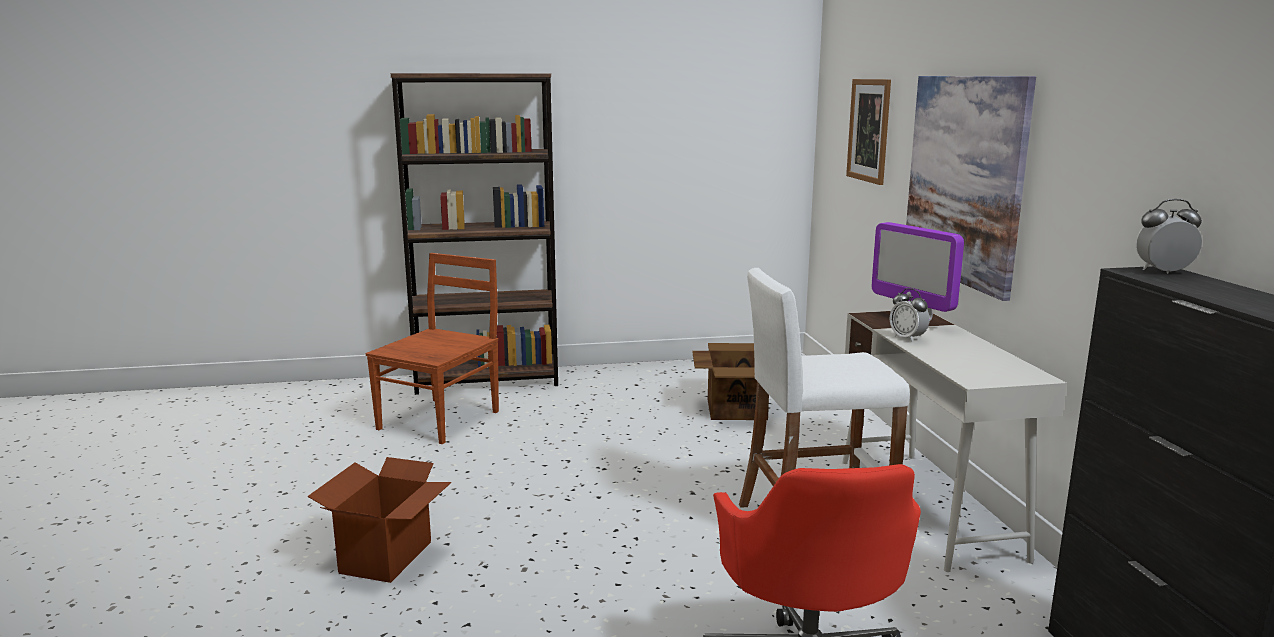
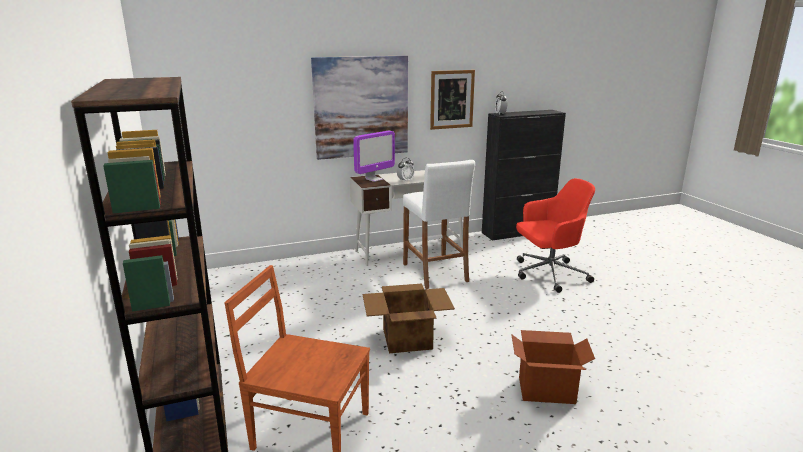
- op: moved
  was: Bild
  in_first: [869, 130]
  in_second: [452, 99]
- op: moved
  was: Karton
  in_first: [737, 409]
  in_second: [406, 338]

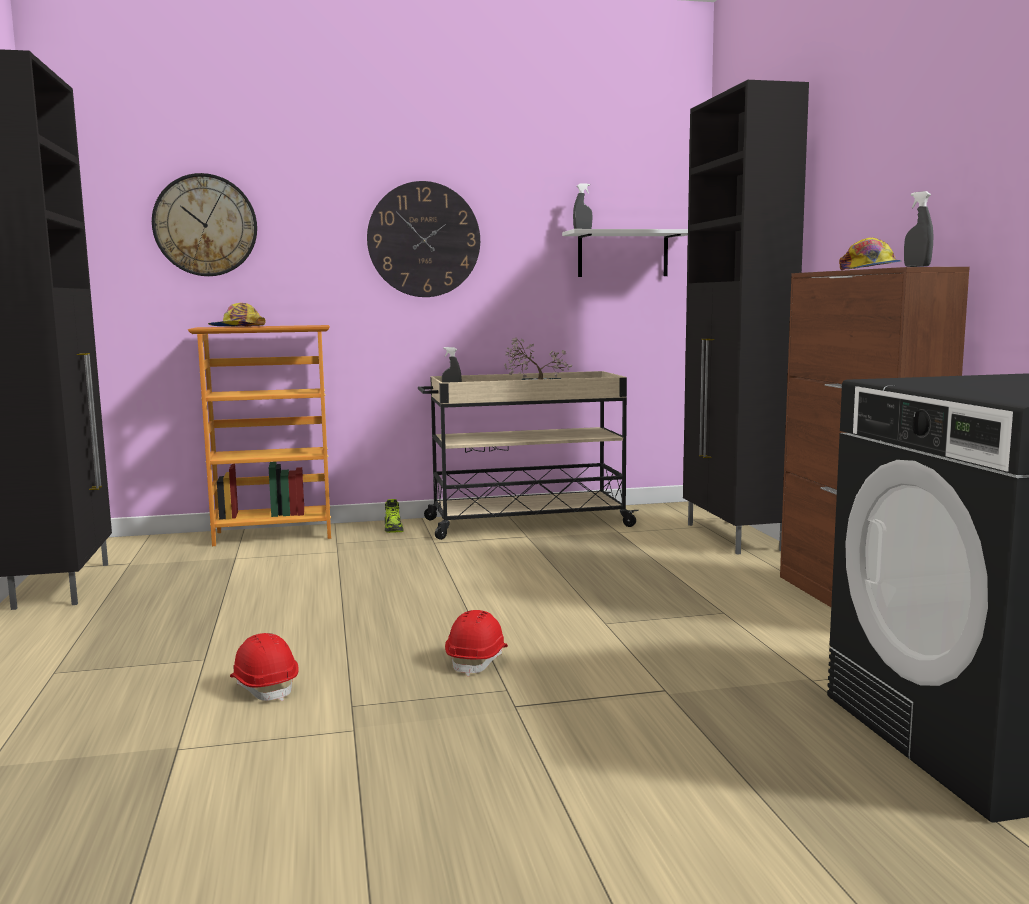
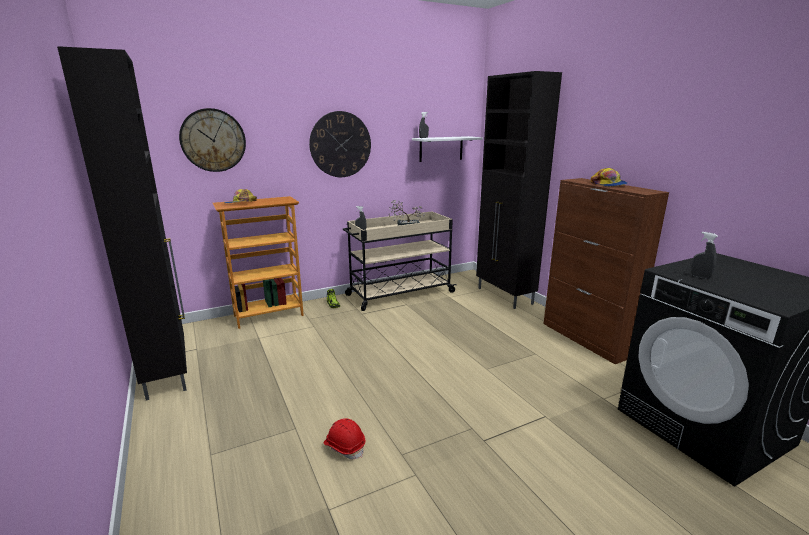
- op: moved
  was: Sprühflasche/grau
  in_first: [917, 266]
  in_second: [700, 277]
- op: removed
  was: Schutzhelm/rot
  in_first: [478, 660]

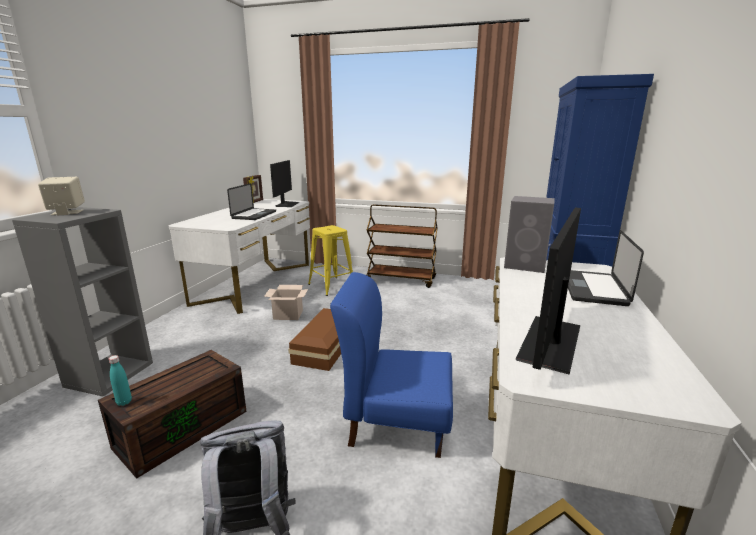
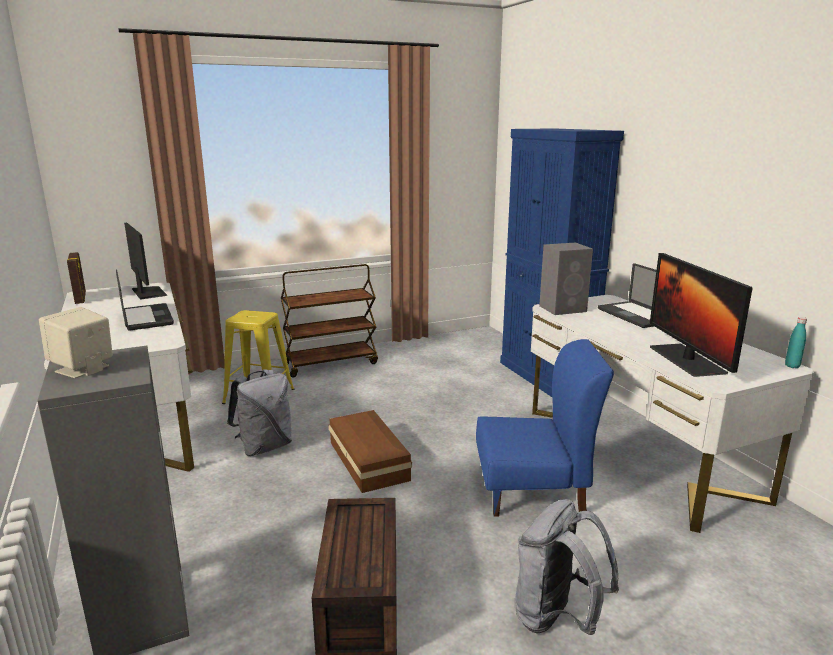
- op: turned
  was: Stuhl/blau
  in_first: [396, 422]
  in_second: [532, 492]
  clockwise: -150
- op: replaced
  was: Karton
  now: Rucksack/grau
  in_first: [289, 315]
  in_second: [264, 447]
- op: moved
  was: Flasche/türkis
  in_first: [124, 402]
  in_second: [792, 366]

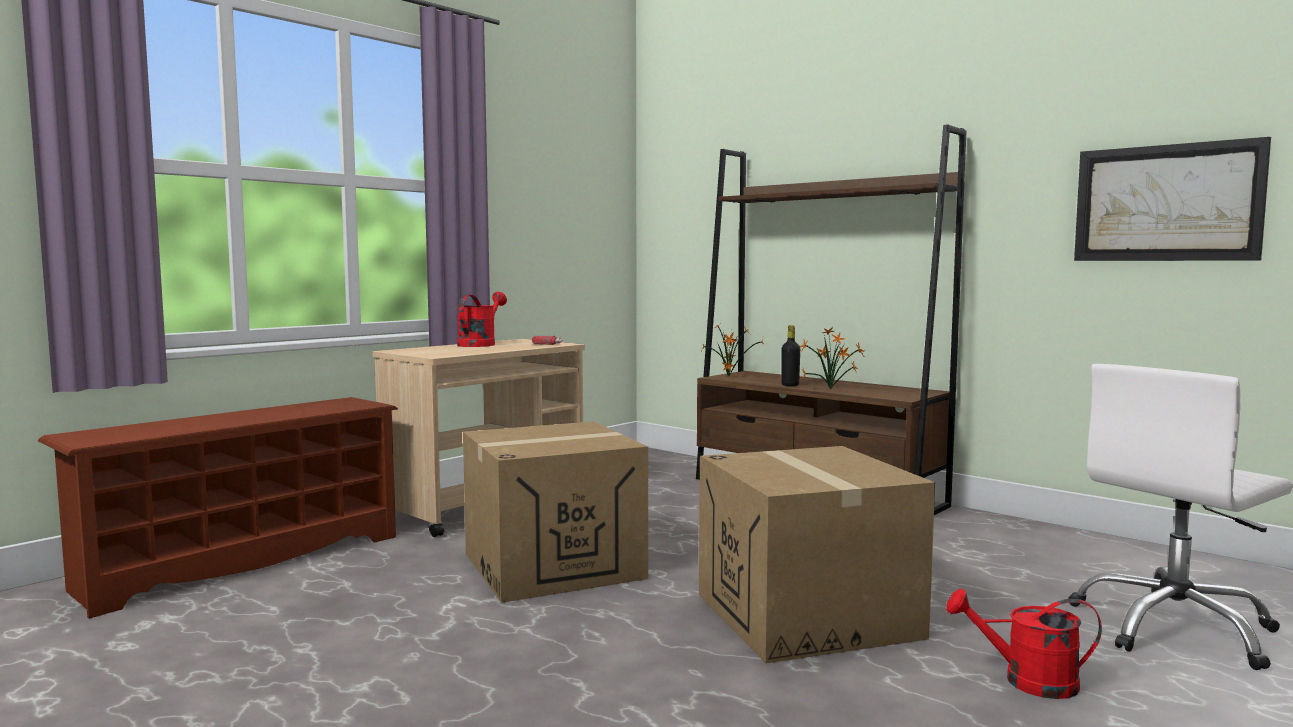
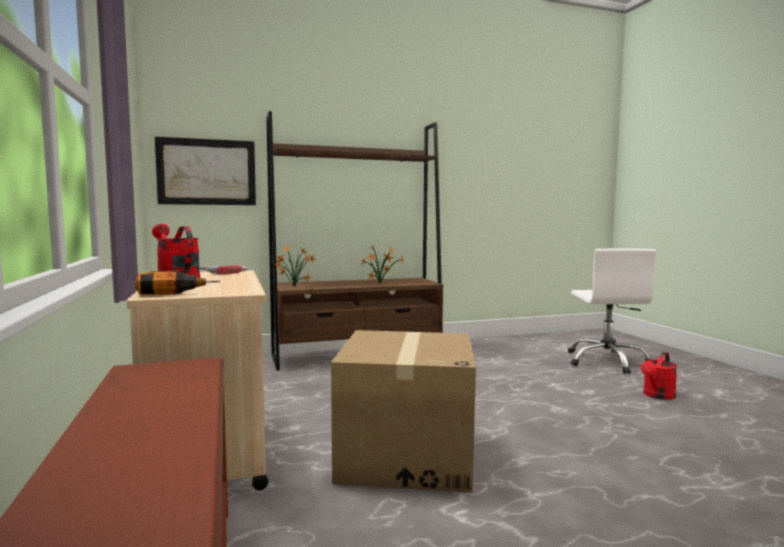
- op: moved
  was: Bild
  in_first: [1166, 203]
  in_second: [207, 172]
- op: removed
  was: Flasche/schwarz
  in_first: [790, 385]
- op: removed
  was: Karton
  in_first: [807, 615]
- op: added
  now: Bohrmaschine
  in_second: [175, 290]

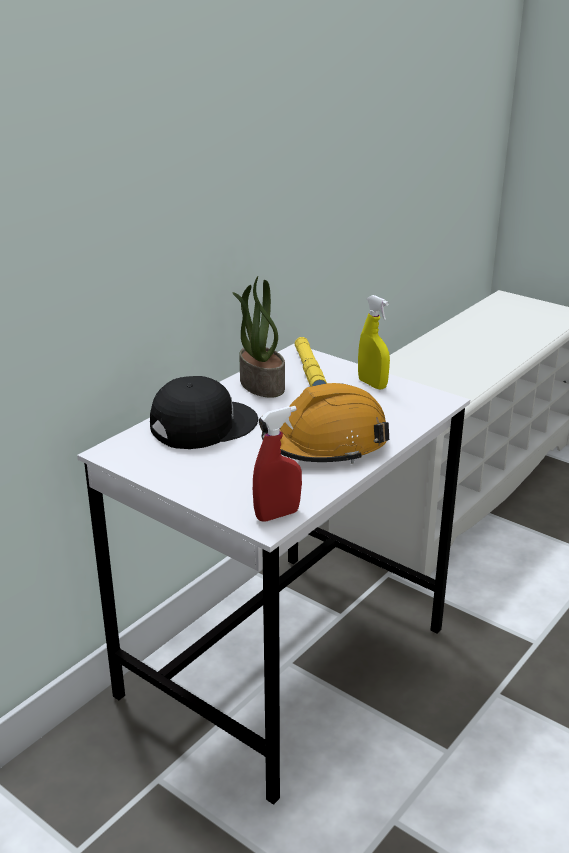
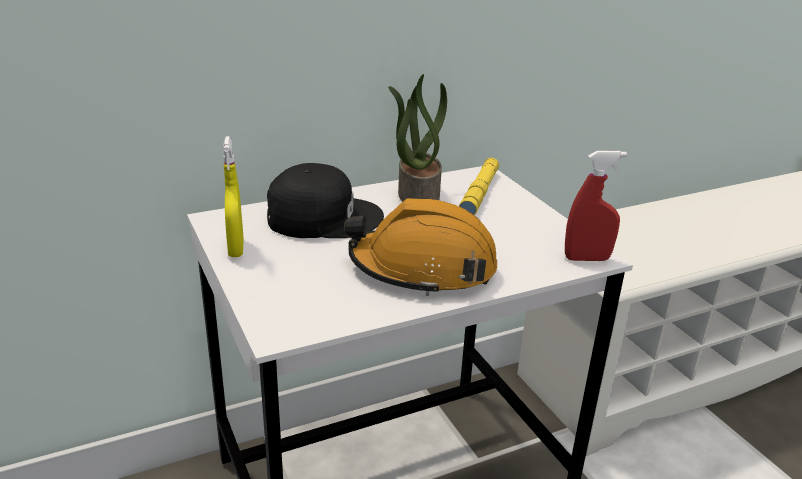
- op: moved
  was: Sprühflasche/gelb
  in_first: [372, 384]
  in_second: [236, 249]
- op: moved
  was: Sprühflasche/rot
  in_first: [277, 515]
  in_second: [587, 258]

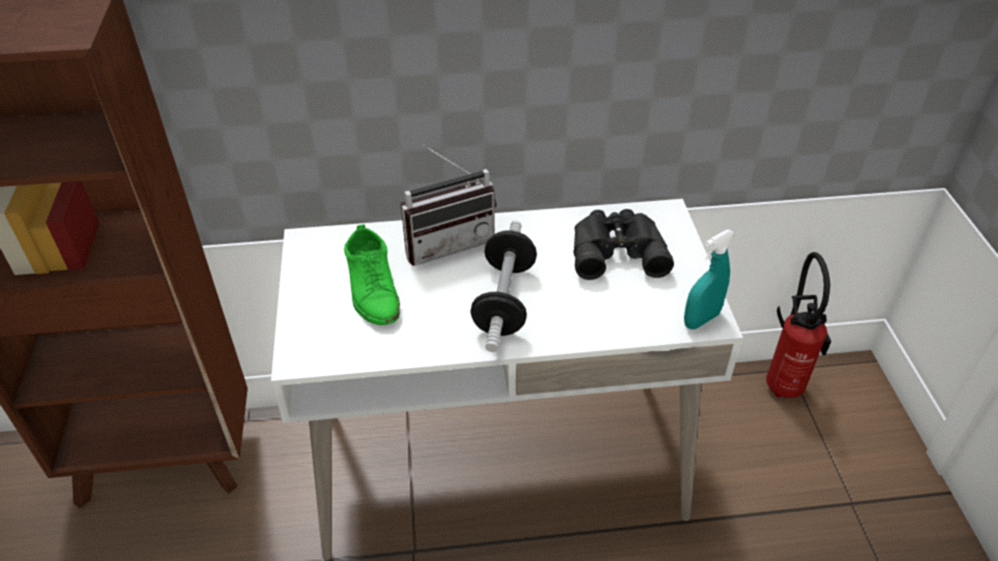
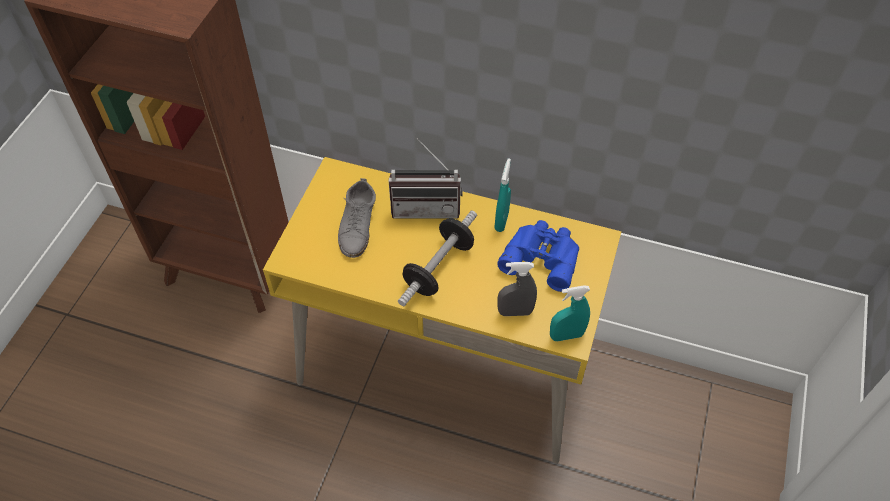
- op: recoloured
  was: Schreibtisch/weiß
  now: Schreibtisch/gelb
  in_first: [499, 462]
  in_second: [445, 364]
- op: recoloured
  was: Fernglas/schwarz
  now: Fernglas/blau
  in_first: [616, 249]
  in_second: [542, 256]
- op: recoloured
  was: Schuh/grün
  now: Schuh/grau
  in_first: [373, 288]
  in_second: [357, 225]
- op: removed
  was: Feuerlöscher
  in_first: [784, 382]
- op: added
  now: Sprühflasche/türkis
  in_second: [501, 221]
- op: added
  now: Sprühflasche/grau
  in_second: [515, 312]

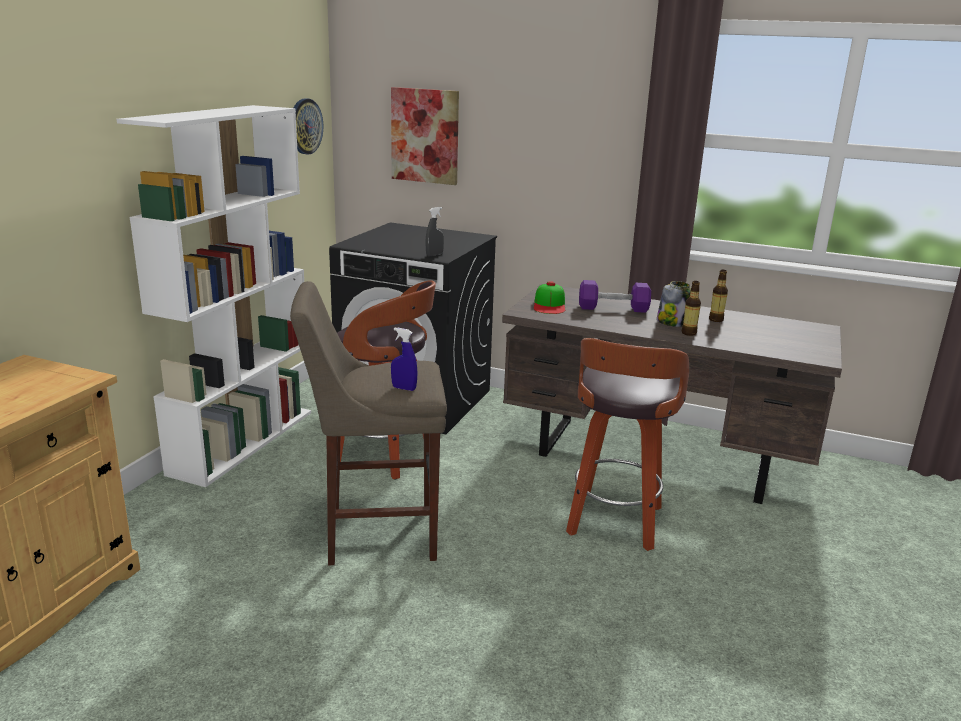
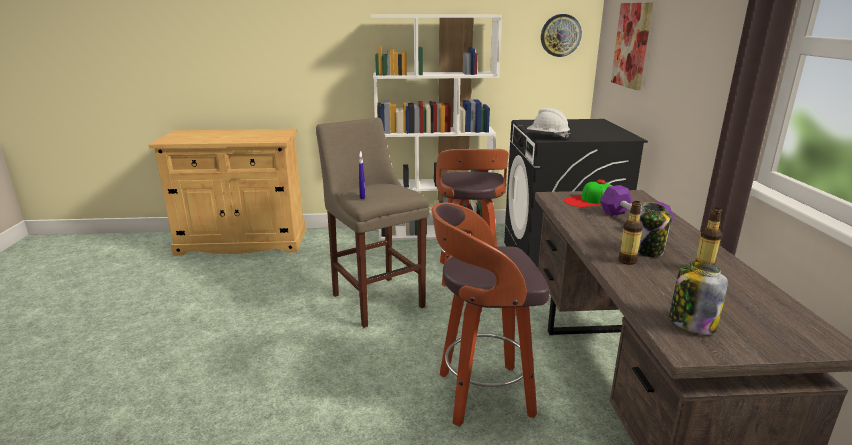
- op: replaced
  was: Sprühflasche/grau
  now: Schutzhelm/weiß
  in_first: [434, 255]
  in_second: [547, 137]
- op: added
  now: Vorratsglas
  in_second: [691, 323]

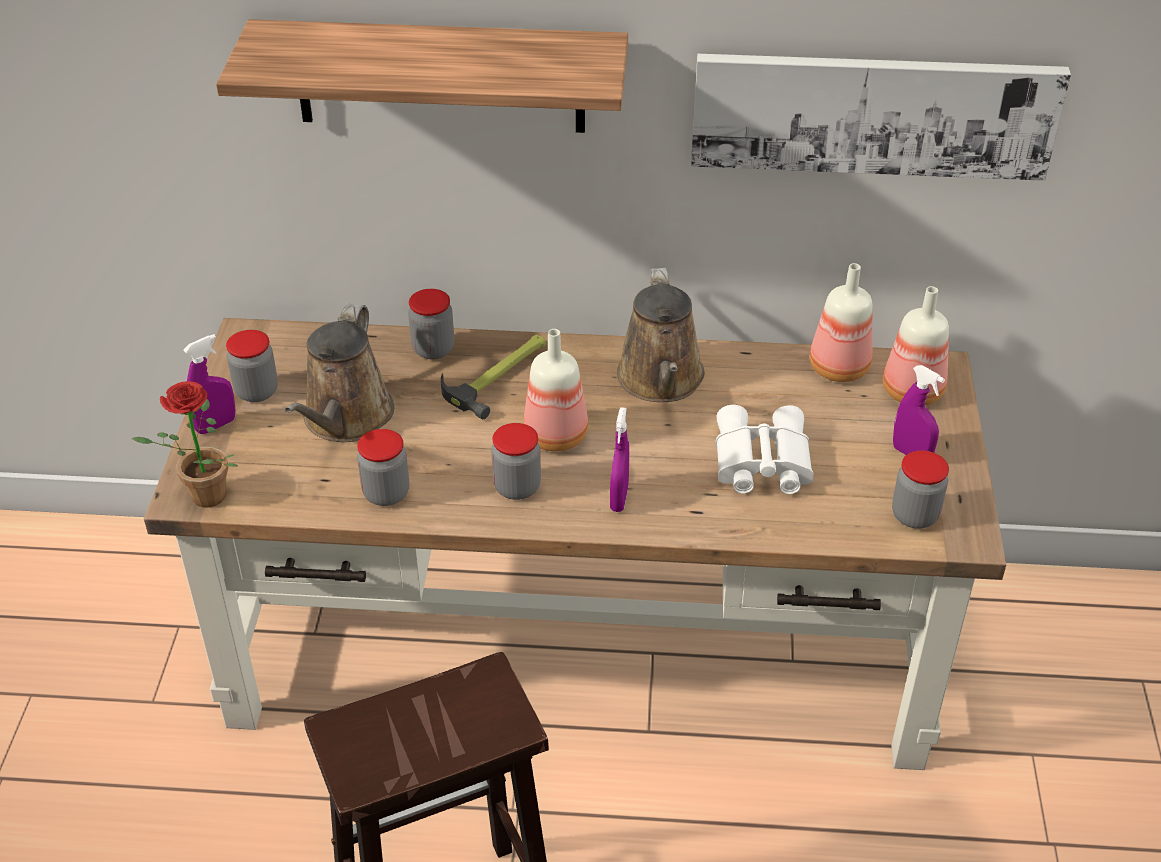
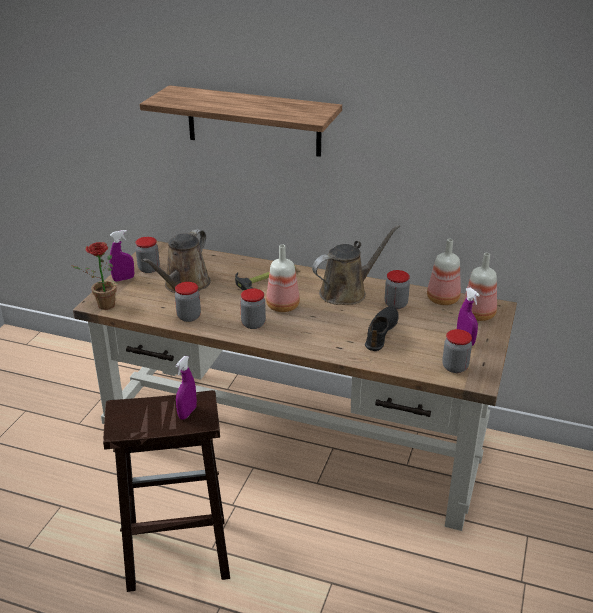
- op: removed
  was: Bild
  in_first: [873, 113]
- op: turned
  was: Gießkanne/braun
  in_first: [661, 381]
  in_second: [347, 292]
  clockwise: -135
- op: moved
  was: Vorratsglas
  in_first: [433, 349]
  in_second: [396, 304]
- op: replaced
  was: Fernglas/weiß
  now: Schuh/schwarz
  in_first: [759, 462]
  in_second: [382, 332]
- op: moved
  was: Sprühflasche/lila
  in_first: [619, 499]
  in_second: [187, 413]

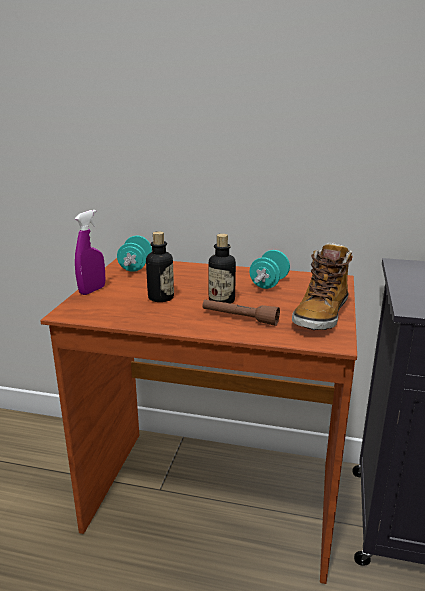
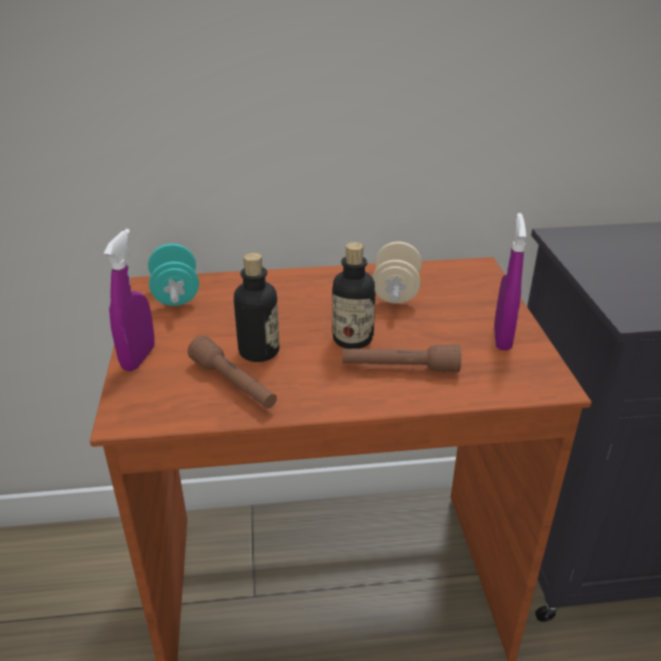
- op: replaced
  was: Stiefel
  now: Sprühflasche/lila
  in_first: [321, 315]
  in_second: [502, 338]
- op: recoloured
  was: Hantel/türkis
  now: Hantel/beige
  in_first: [269, 283]
  in_second: [396, 292]
- op: added
  now: Taschenlampe/braun
  in_second: [234, 384]

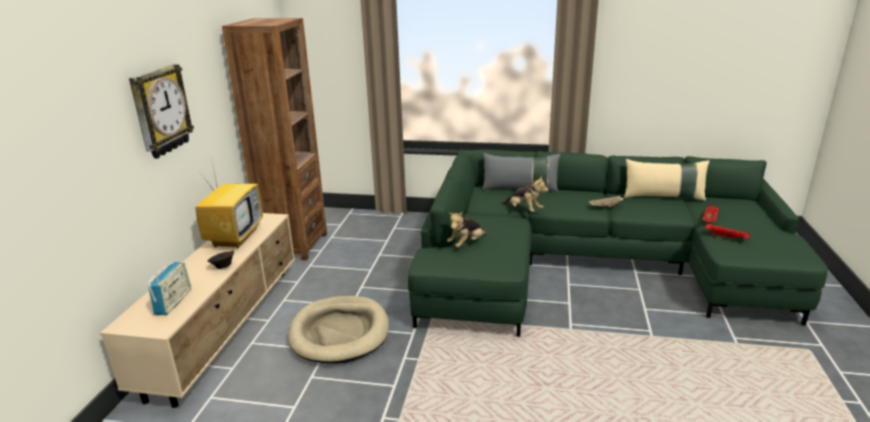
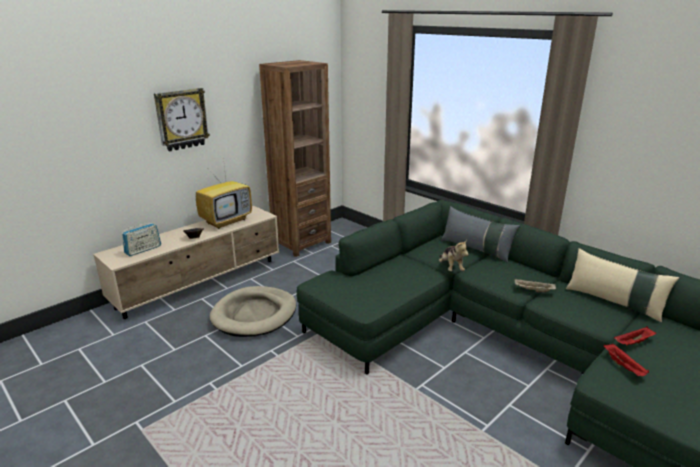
- op: removed
  was: Plüschtier
  in_first: [466, 244]

